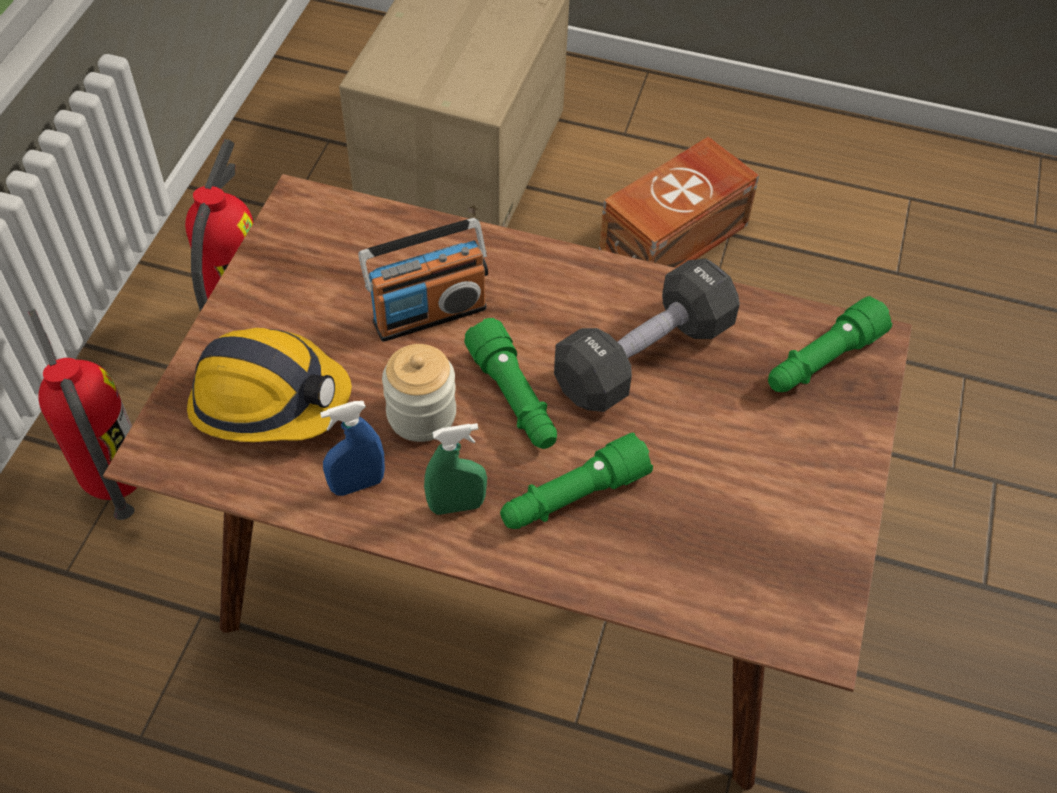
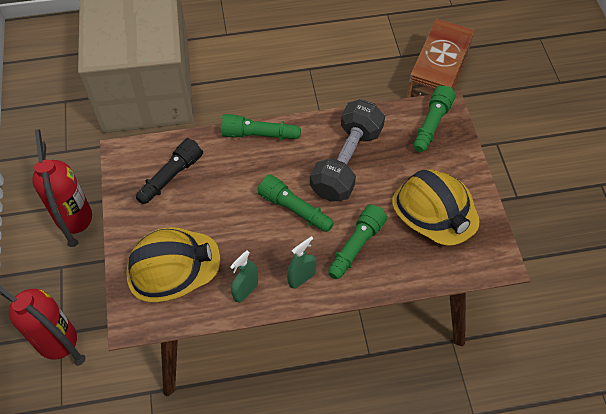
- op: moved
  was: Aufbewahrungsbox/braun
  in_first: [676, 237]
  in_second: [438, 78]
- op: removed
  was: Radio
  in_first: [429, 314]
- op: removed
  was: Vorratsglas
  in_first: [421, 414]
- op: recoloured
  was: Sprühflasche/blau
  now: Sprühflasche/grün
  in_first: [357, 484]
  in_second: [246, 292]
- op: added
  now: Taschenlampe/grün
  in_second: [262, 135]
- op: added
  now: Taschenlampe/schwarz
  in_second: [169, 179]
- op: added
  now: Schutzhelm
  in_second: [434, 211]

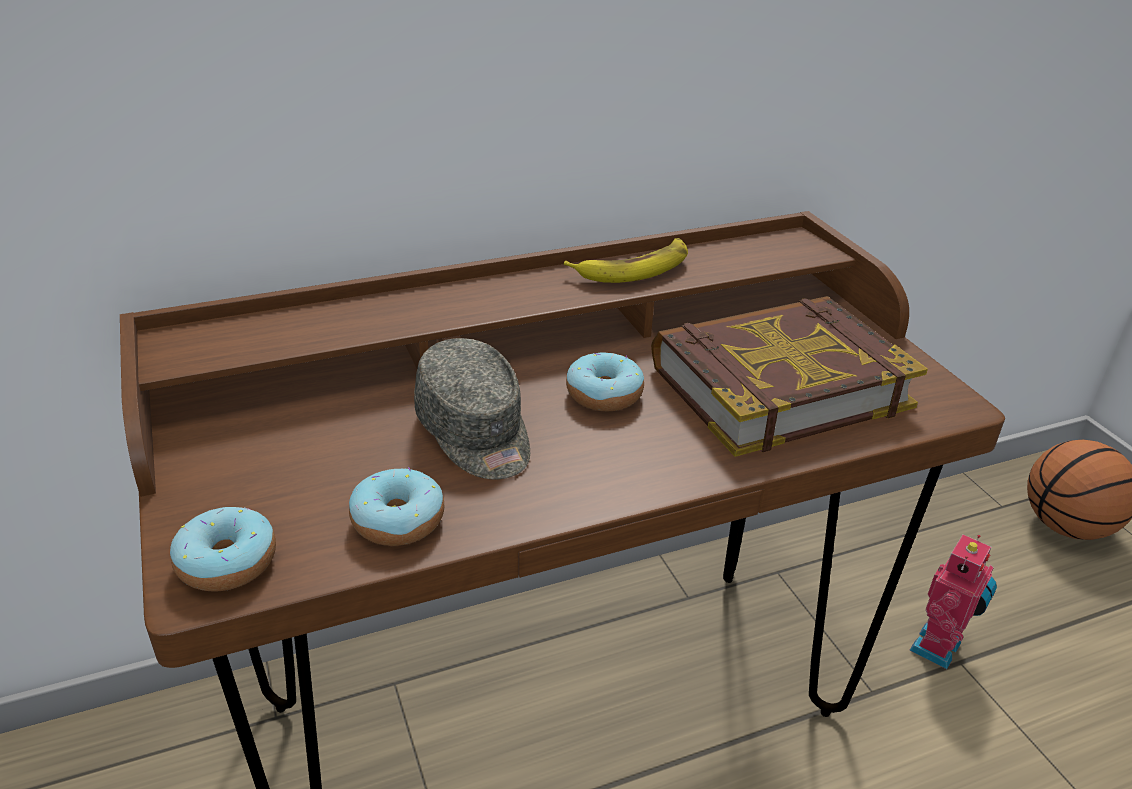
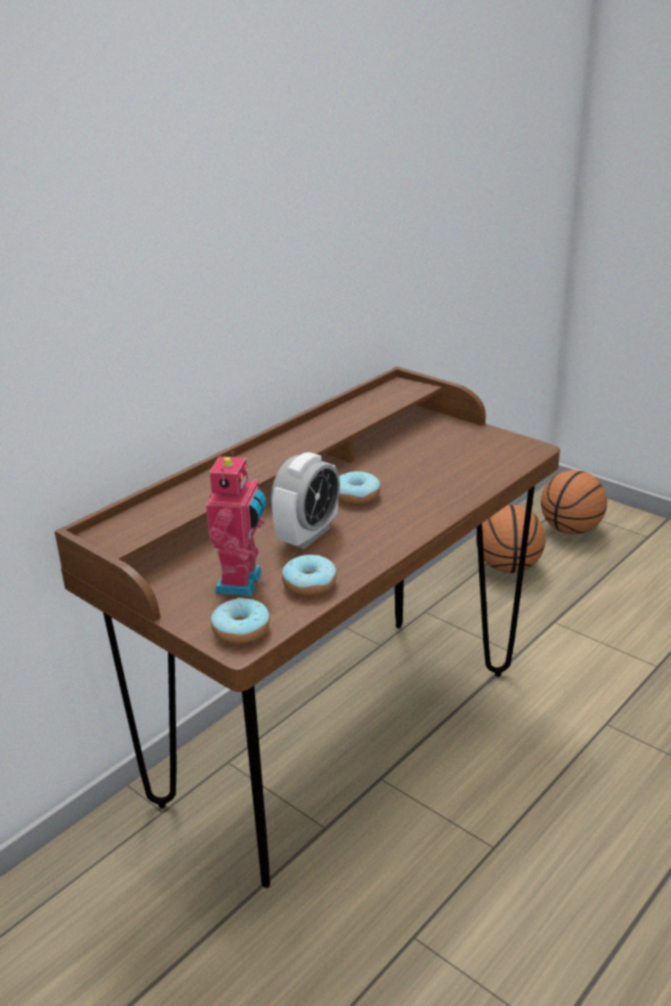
- op: removed
  was: Banane
  in_first: [634, 268]
- op: removed
  was: Buch
  in_first: [778, 385]
- op: replaced
  was: Kappe/grau
  now: Wecker
  in_first: [476, 434]
  in_second: [307, 535]
- op: moved
  was: Spielzeugroboter
  in_first: [939, 648]
  in_second: [242, 582]
- op: added
  now: Basketball
  in_second: [508, 567]

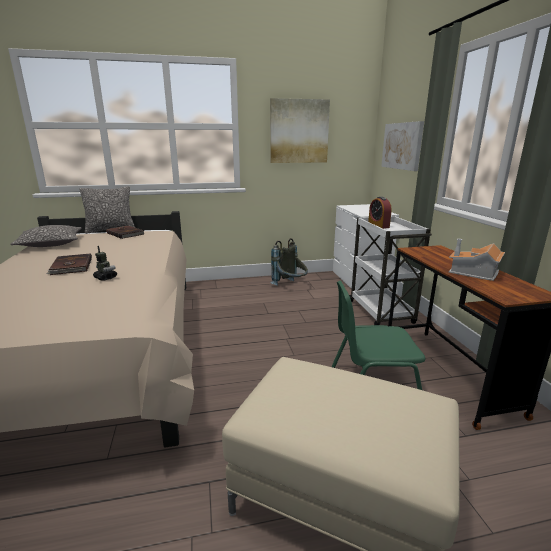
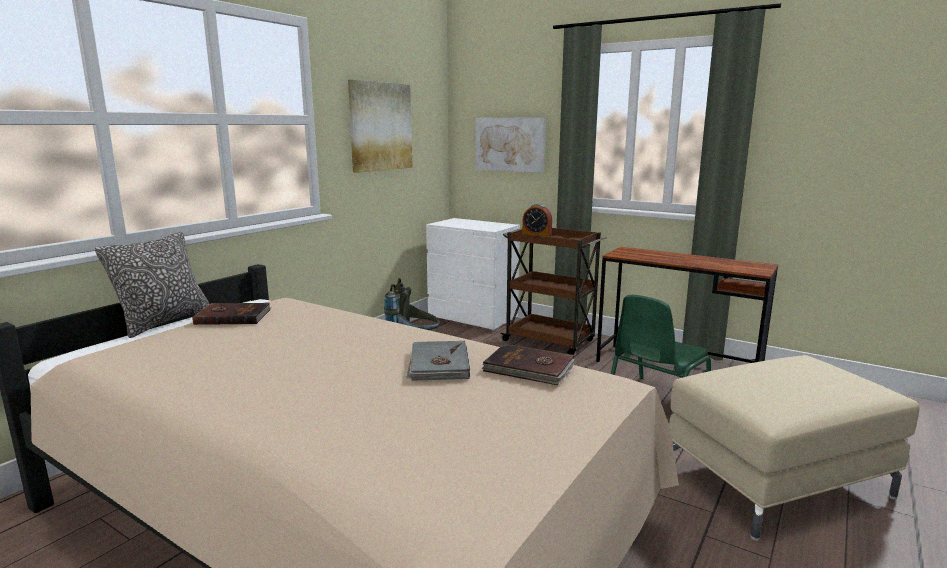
- op: recoloured
  was: Rollwagen/weiß
  now: Rollwagen/braun
  in_first: [381, 313]
  in_second: [550, 341]
- op: removed
  was: Kissen
  in_first: [51, 244]
- op: removed
  was: Spielzeughaus
  in_first: [474, 272]
- op: replaced
  was: Spielzeugroboter
  now: Buch/grau
  in_first: [105, 278]
  in_second: [438, 364]
- op: moved
  was: Buch/braun
  in_first: [71, 266]
  in_second: [529, 368]

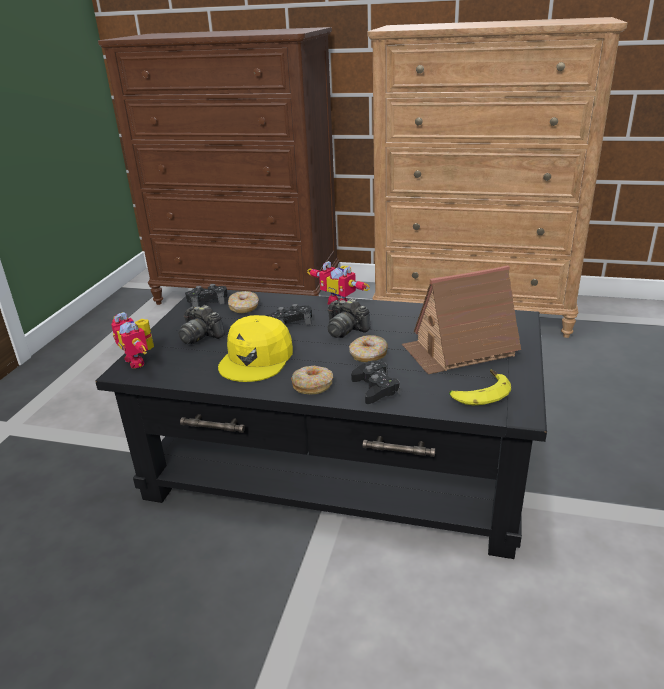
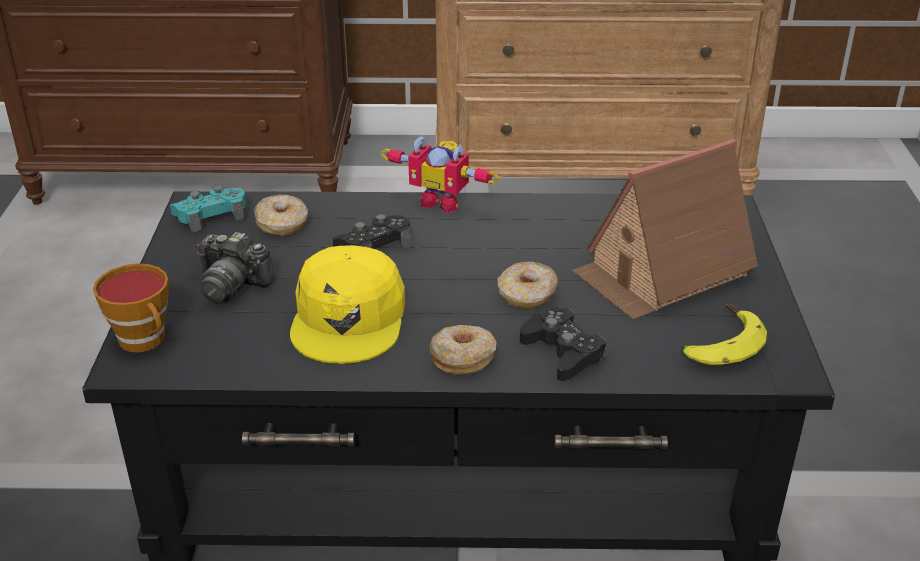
- op: recoloured
  was: Gamepad/schwarz
  now: Gamepad/türkis
  in_first: [207, 300]
  in_second: [211, 215]
- op: removed
  was: Kamera
  in_first: [345, 329]
- op: replaced
  was: Spielzeugroboter
  now: Tasse
  in_first: [140, 360]
  in_second: [145, 341]

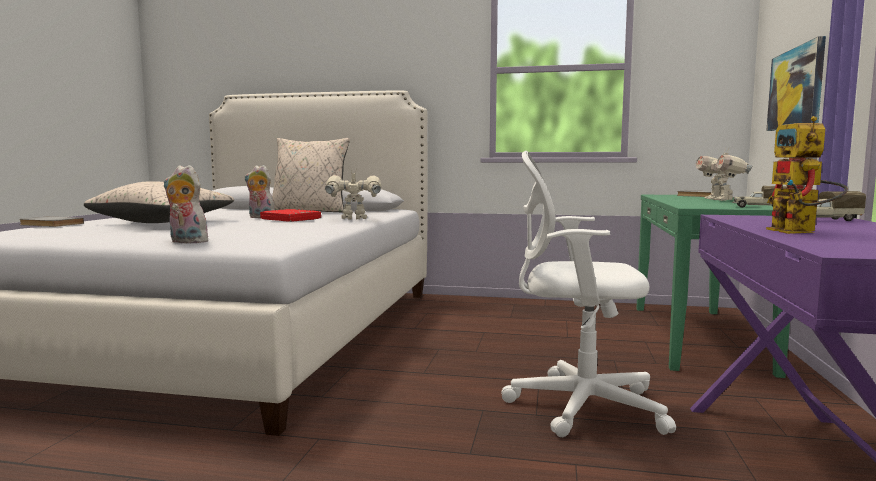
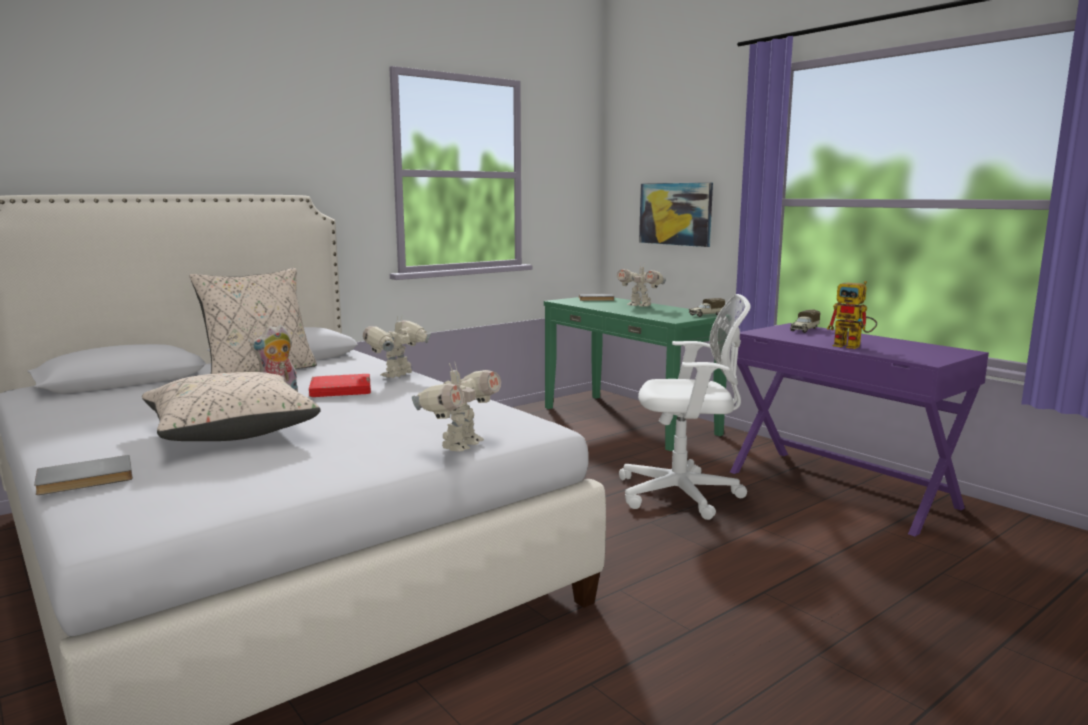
- op: turned
  was: Bürostuhl/weiß
  in_first: [577, 405]
  in_second: [684, 495]
  clockwise: -135
- op: replaced
  was: Plüschtier
  now: Spielzeugroboter
  in_first: [186, 242]
  in_second: [459, 445]

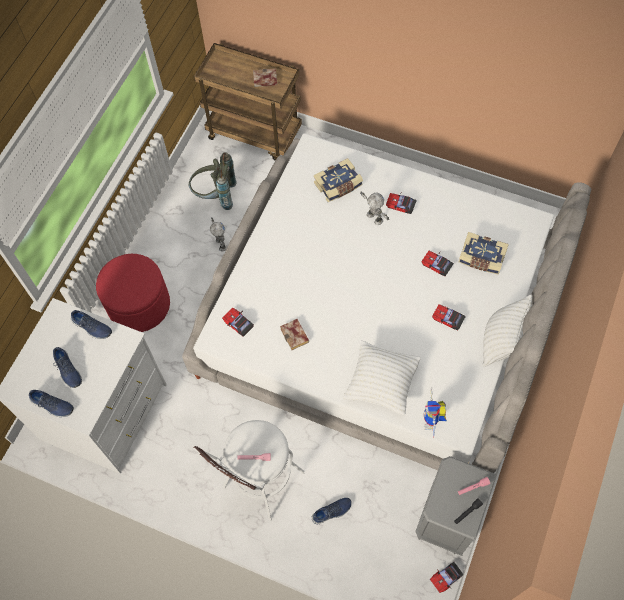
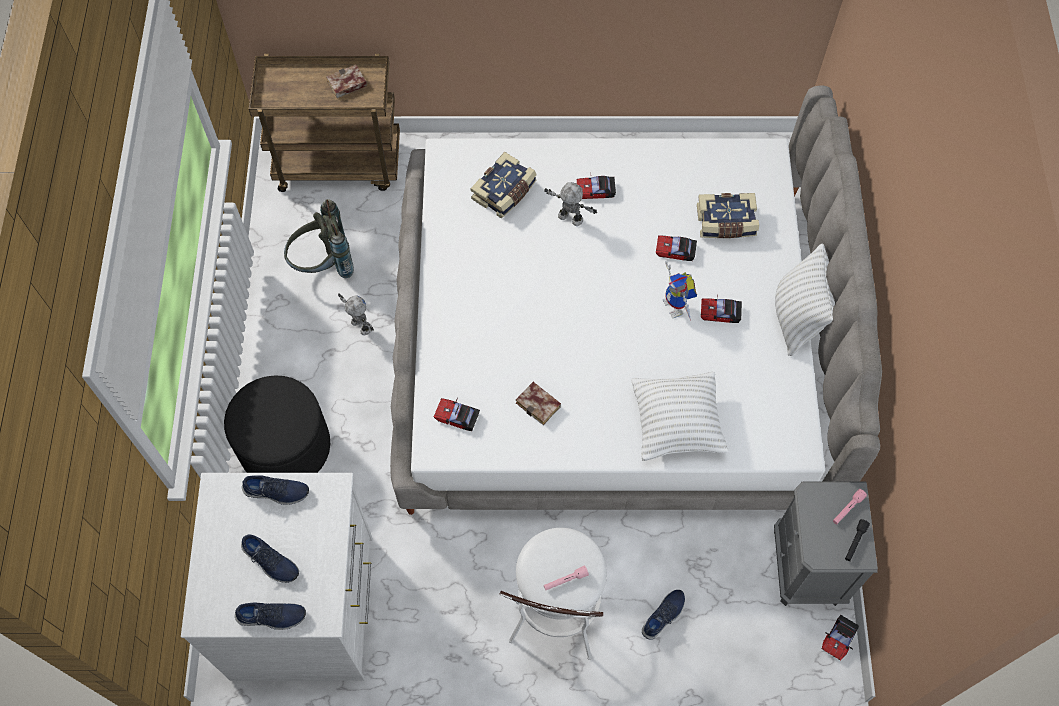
- op: recoloured
  was: Polsterhocker/rot
  now: Polsterhocker/schwarz
  in_first: [139, 305]
  in_second: [285, 447]
- op: moved
  was: Spielzeugroboter
  in_first: [432, 422]
  in_second: [677, 307]

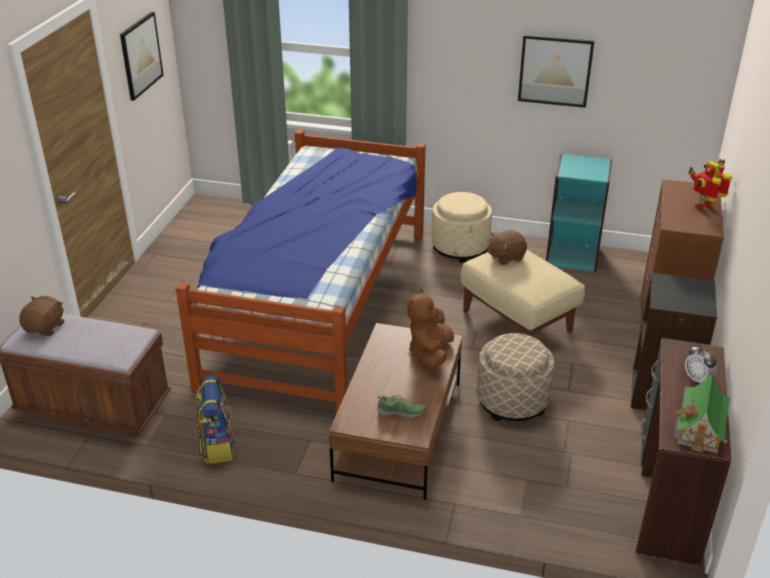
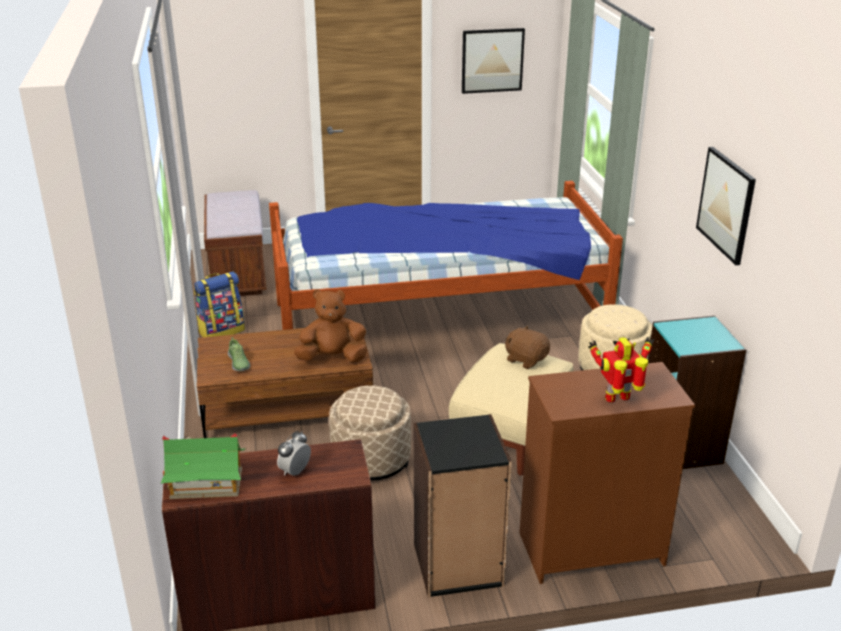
- op: turned
  was: Spielzeugroboter
  in_first: [705, 207]
  in_second: [618, 399]
  clockwise: -45
- op: removed
  was: Plüschtier/braun
  in_first: [45, 327]

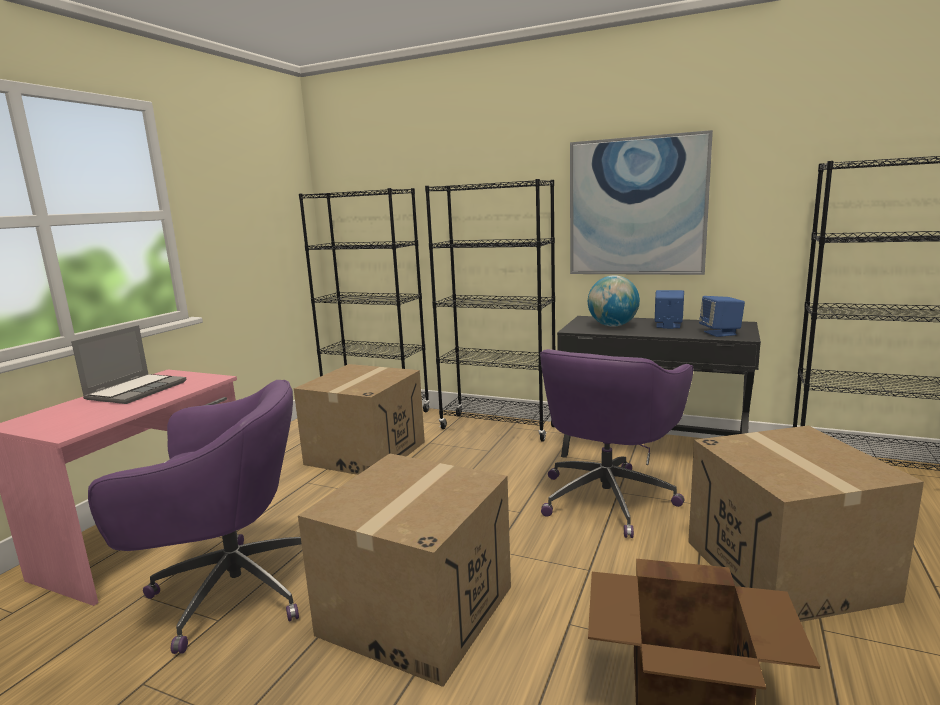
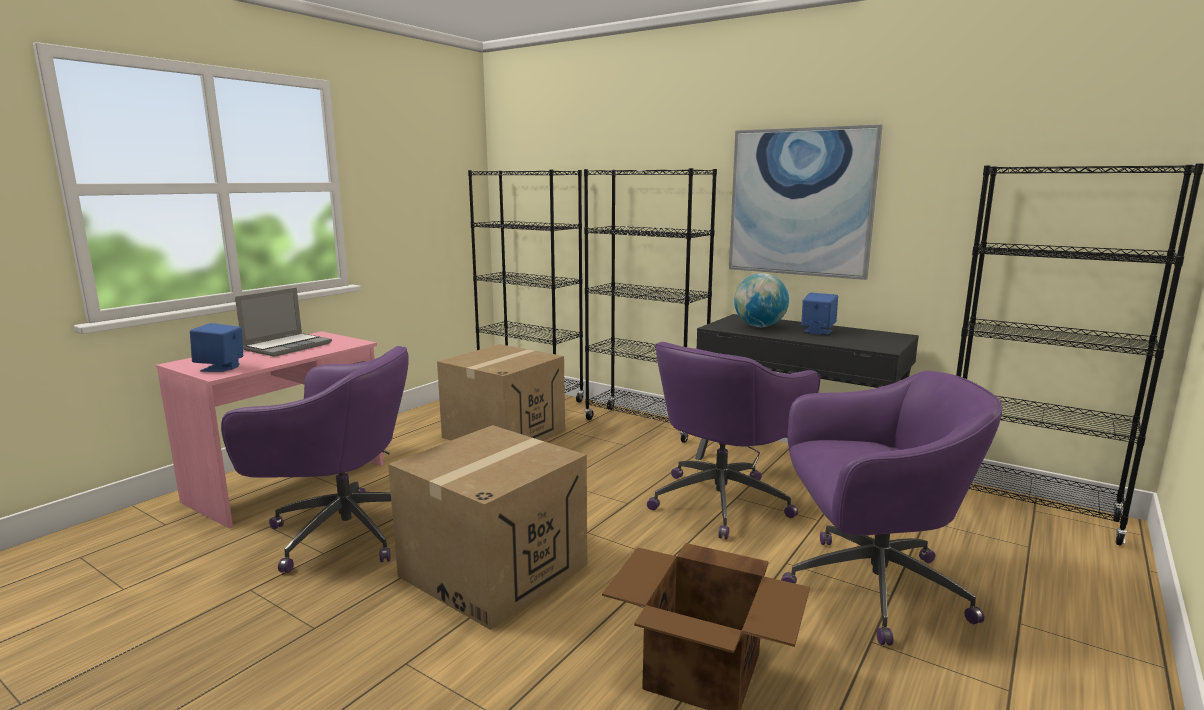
- op: moved
  was: Lautsprecher/blau
  in_first: [720, 333]
  in_second: [221, 368]
- op: replaced
  was: Karton
  now: Bürostuhl/lila
  in_first: [787, 570]
  in_second: [869, 587]

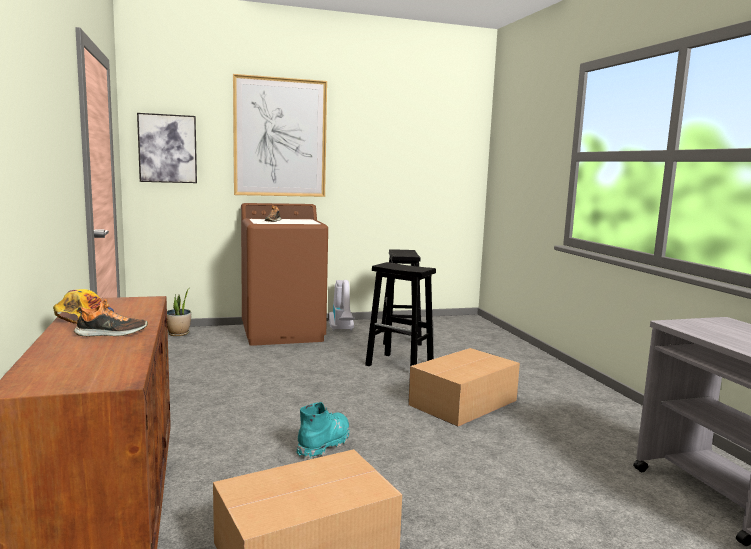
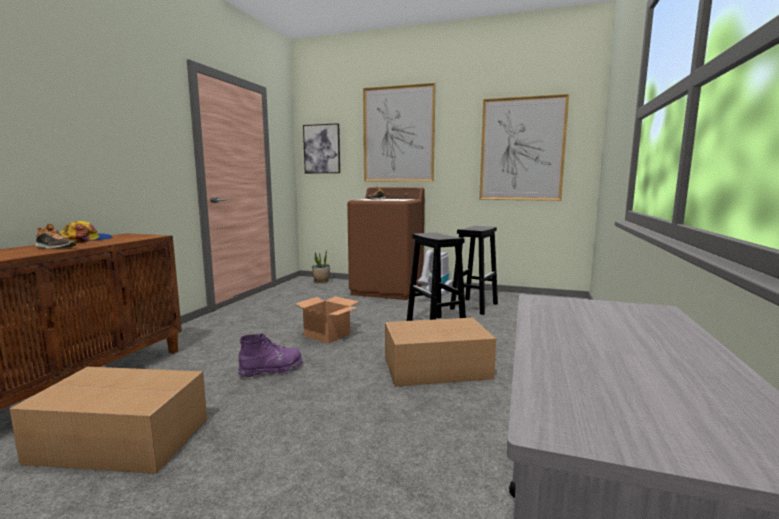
- op: recoloured
  was: Stiefel/türkis
  now: Stiefel/lila
  in_first: [324, 444]
  in_second: [272, 370]
- op: added
  now: Bild
  in_second: [522, 149]
- op: added
  now: Karton
  in_second: [326, 335]

